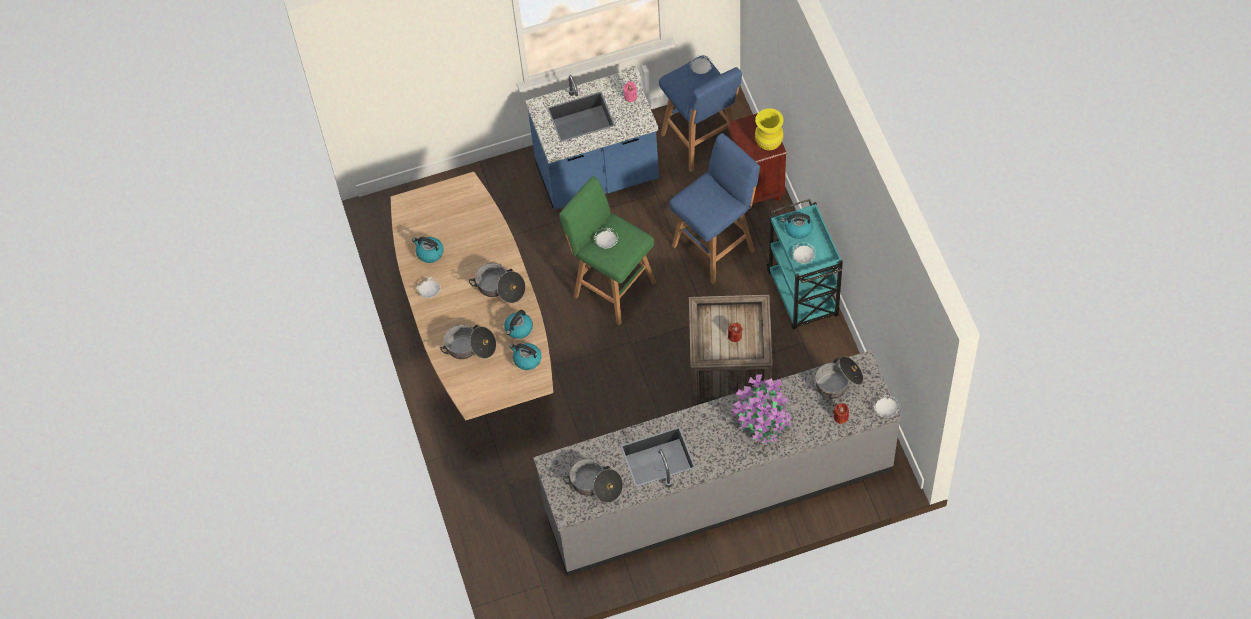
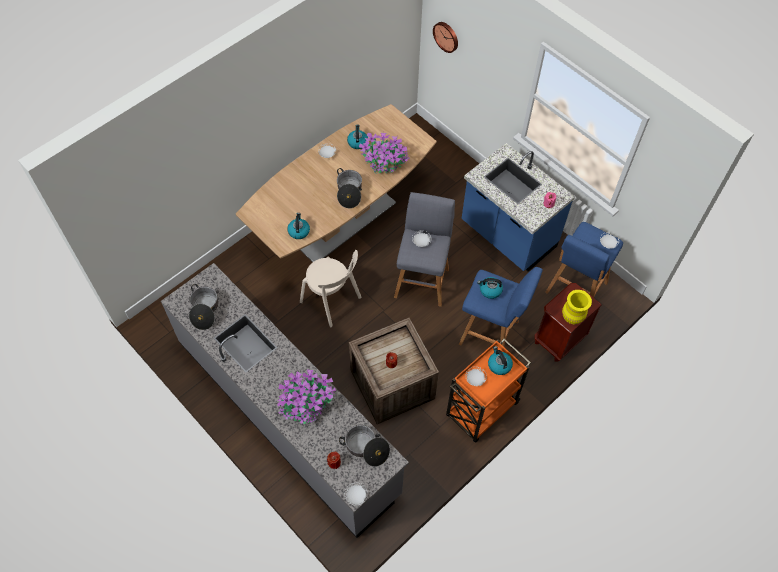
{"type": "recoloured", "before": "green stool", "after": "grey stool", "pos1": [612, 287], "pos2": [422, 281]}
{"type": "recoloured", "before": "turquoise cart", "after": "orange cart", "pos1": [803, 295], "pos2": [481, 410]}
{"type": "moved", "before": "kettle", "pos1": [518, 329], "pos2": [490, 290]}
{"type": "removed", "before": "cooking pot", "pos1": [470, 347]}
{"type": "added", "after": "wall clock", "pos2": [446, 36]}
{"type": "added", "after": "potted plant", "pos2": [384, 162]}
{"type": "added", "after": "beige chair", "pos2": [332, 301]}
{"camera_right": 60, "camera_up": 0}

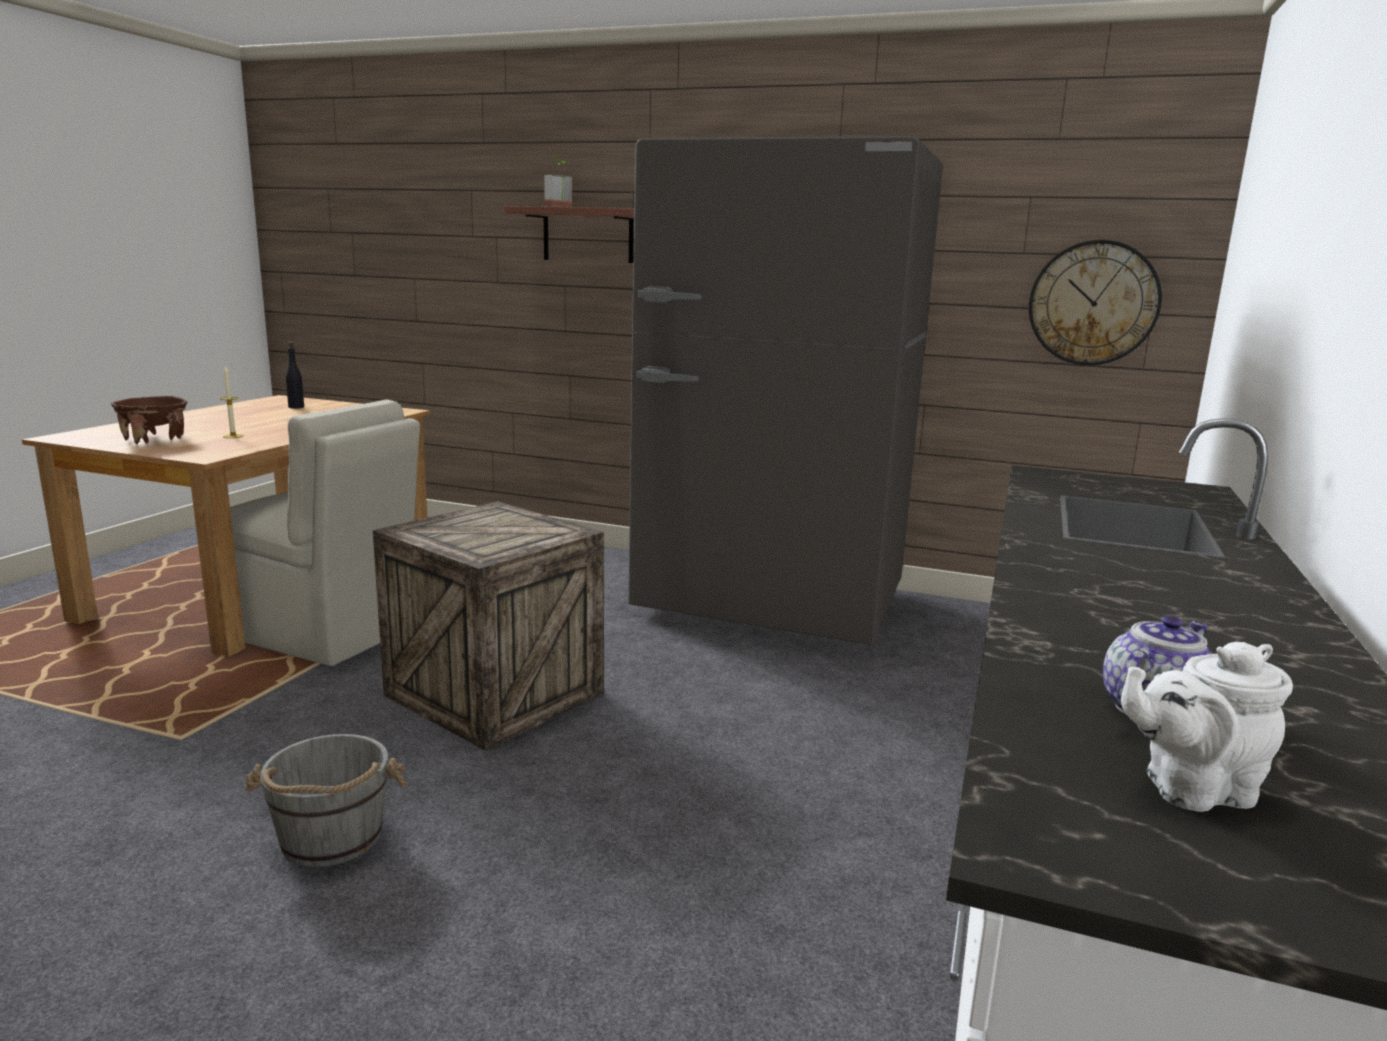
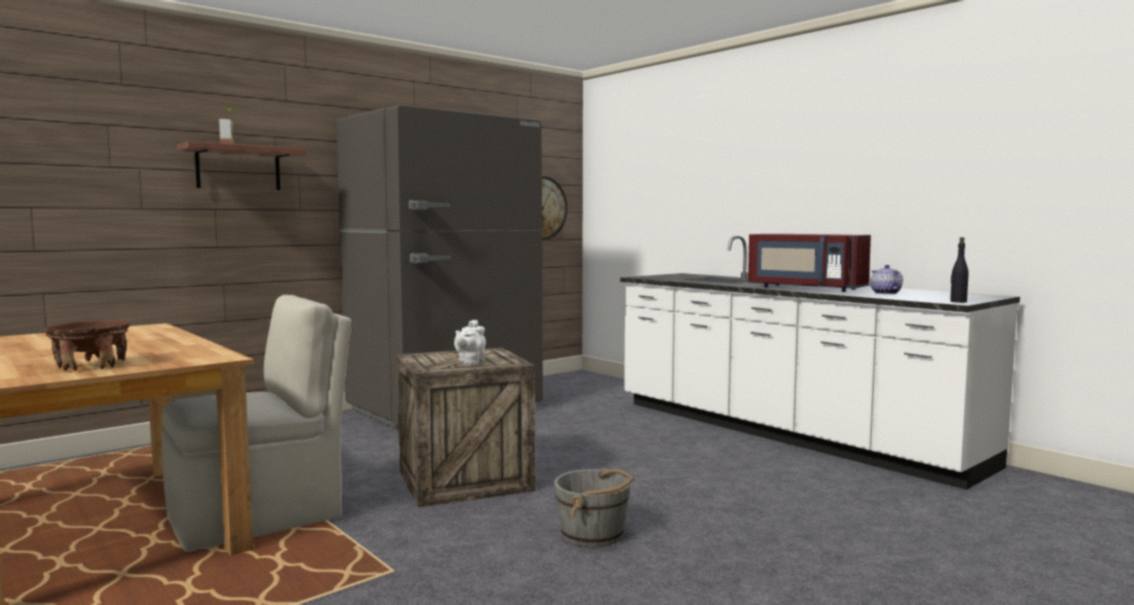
{"type": "moved", "before": "black bottle", "pos1": [296, 407], "pos2": [958, 301]}
{"type": "removed", "before": "candle", "pos1": [233, 436]}
{"type": "moved", "before": "white teapot", "pos1": [1190, 789], "pos2": [470, 362]}
{"type": "added", "after": "red microwave", "pos2": [805, 288]}
{"camera_right": -60, "camera_up": -10}

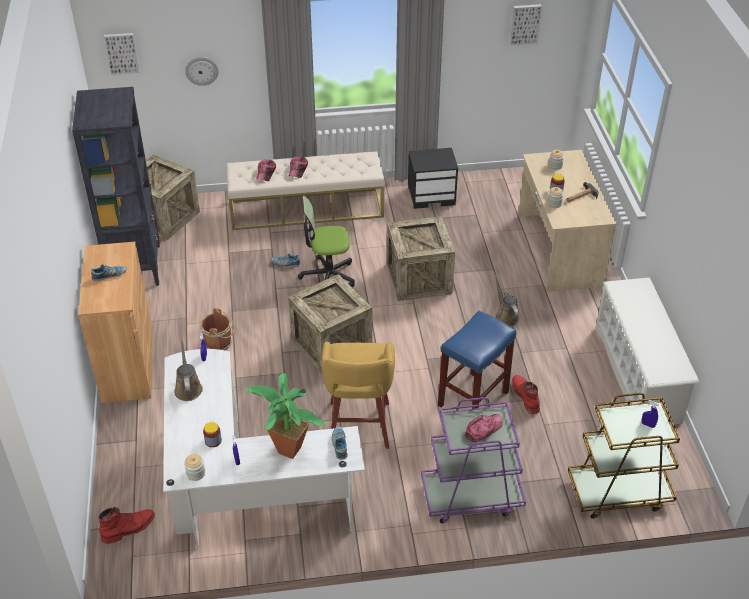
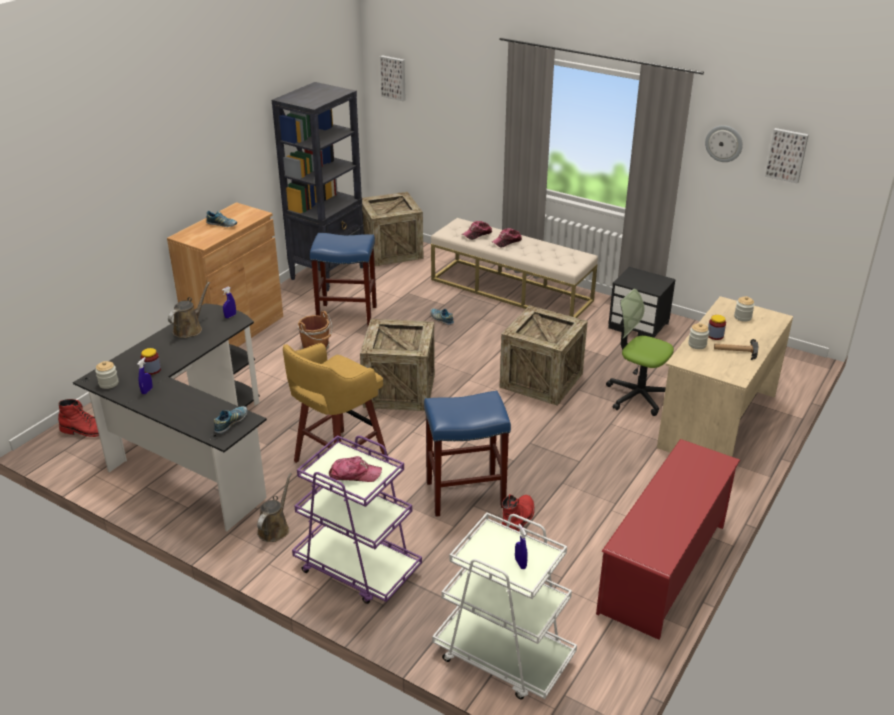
{"type": "moved", "before": "wall clock", "pos1": [201, 70], "pos2": [724, 143]}
{"type": "moved", "before": "office chair", "pos1": [328, 276], "pos2": [638, 396]}
{"type": "moved", "before": "brown watering can", "pos1": [505, 316], "pos2": [275, 528]}
{"type": "recoloured", "before": "white shoe rack", "after": "red shoe rack", "pos1": [637, 375], "pos2": [663, 568]}
{"type": "recoloured", "before": "white desk", "after": "black desk", "pos1": [241, 489], "pos2": [192, 451]}
{"type": "removed", "before": "potted plant", "pos1": [287, 447]}
{"type": "recoloured", "before": "brown cart", "after": "white cart", "pos1": [618, 492], "pos2": [503, 656]}
{"type": "added", "after": "blue stool", "pos2": [348, 315]}
{"camera_right": 40, "camera_up": -10}

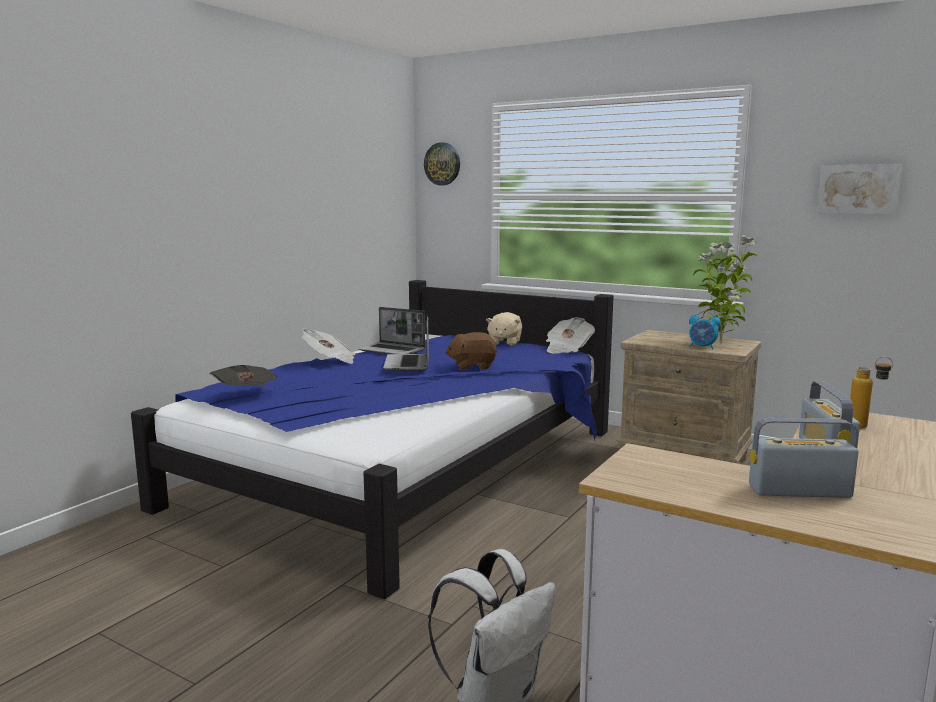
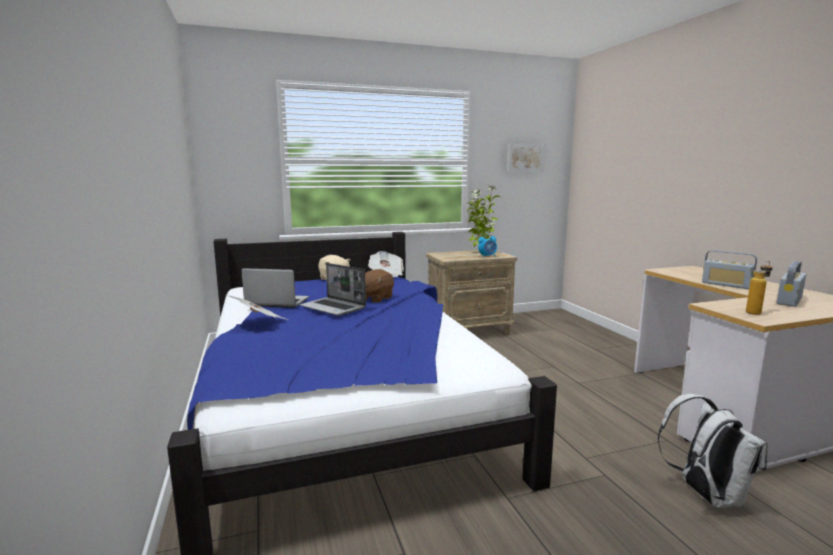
{"type": "removed", "before": "wall clock", "pos1": [442, 164]}
{"type": "turned", "before": "laptop", "pos1": [393, 350], "pos2": [276, 302], "turn": -150}
{"type": "moved", "before": "bottle", "pos1": [865, 427], "pos2": [756, 312]}
{"type": "removed", "before": "newspaper", "pos1": [246, 393]}
{"camera_right": -50, "camera_up": 0}

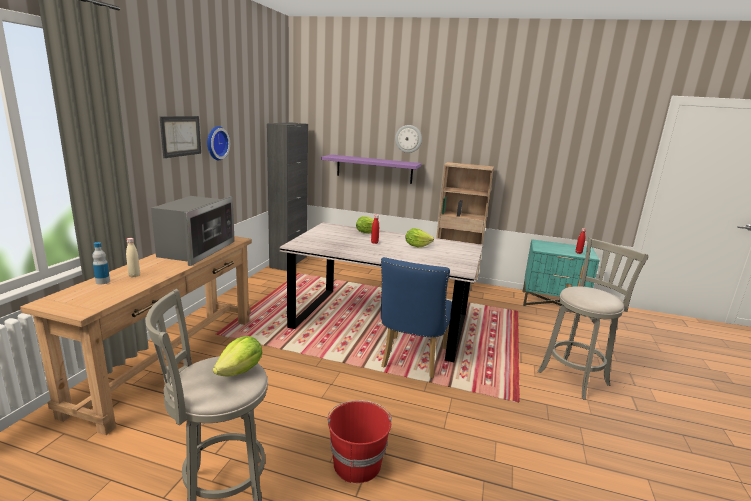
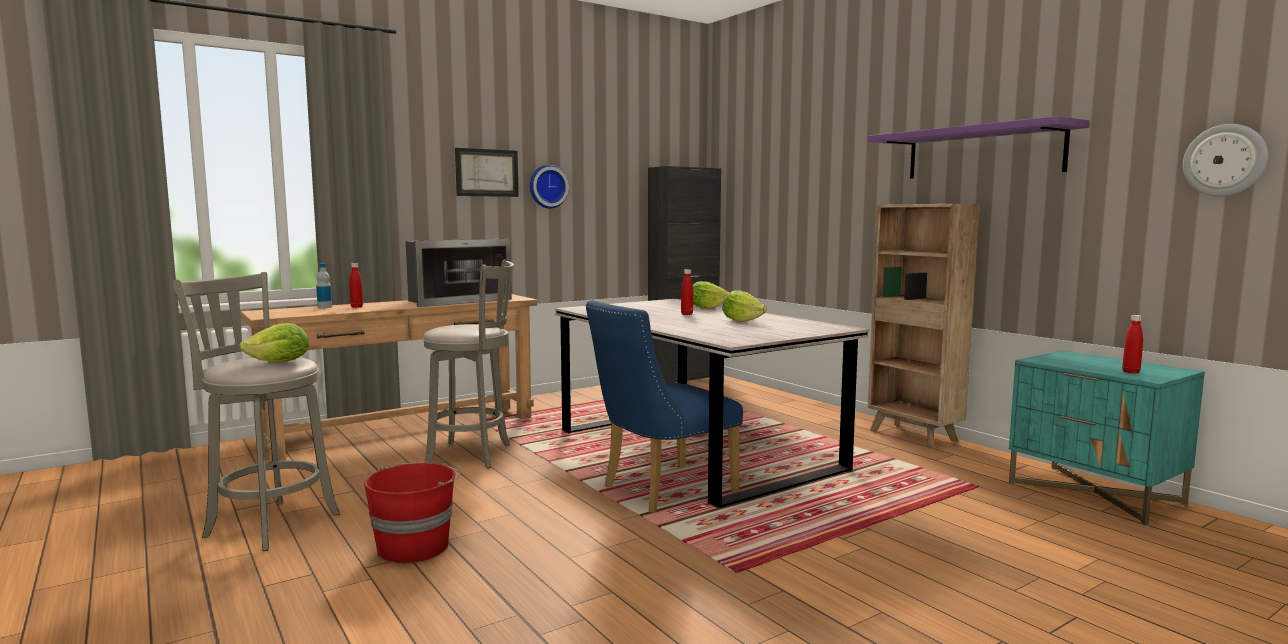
{"type": "moved", "before": "wall clock", "pos1": [408, 139], "pos2": [1224, 160]}
{"type": "moved", "before": "purple shelf", "pos1": [374, 169], "pos2": [983, 153]}
{"type": "recoloured", "before": "beige bottle", "after": "red bottle", "pos1": [134, 275], "pos2": [356, 307]}
{"type": "moved", "before": "grey stool", "pos1": [575, 377], "pos2": [473, 455]}
{"camera_right": 40, "camera_up": -10}

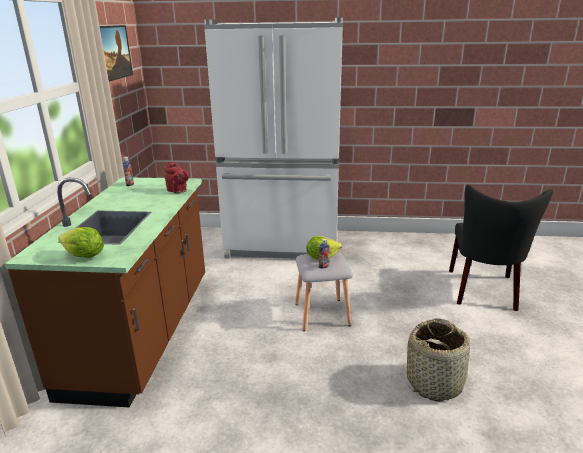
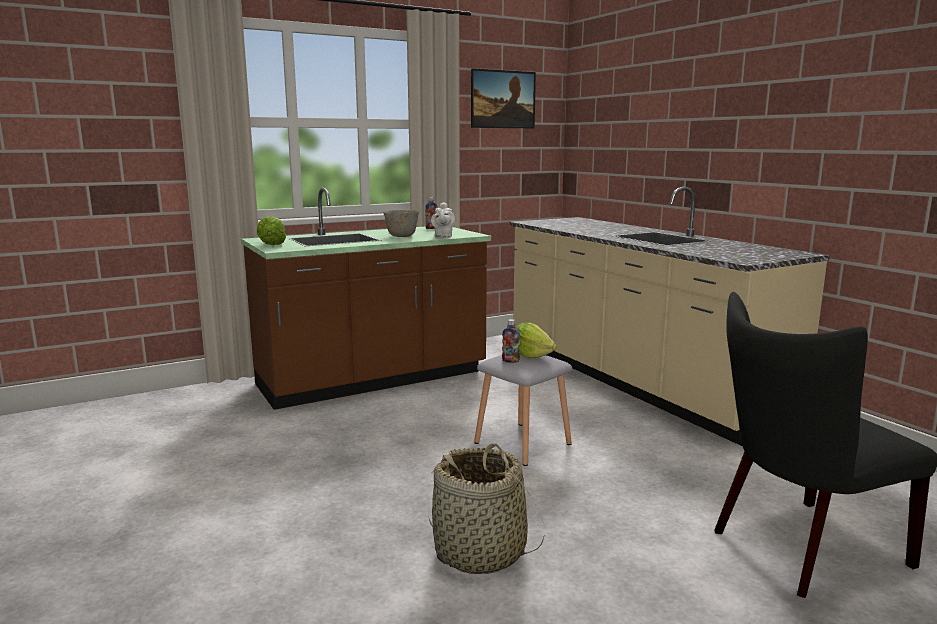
{"type": "replaced", "before": "white fridge", "after": "beige counter", "pos1": [283, 245], "pos2": [632, 381]}
{"type": "recoloured", "before": "red teapot", "after": "white teapot", "pos1": [178, 191], "pos2": [443, 237]}
{"type": "added", "after": "grey bowl", "pos2": [401, 236]}
{"camera_right": 55, "camera_up": -10}

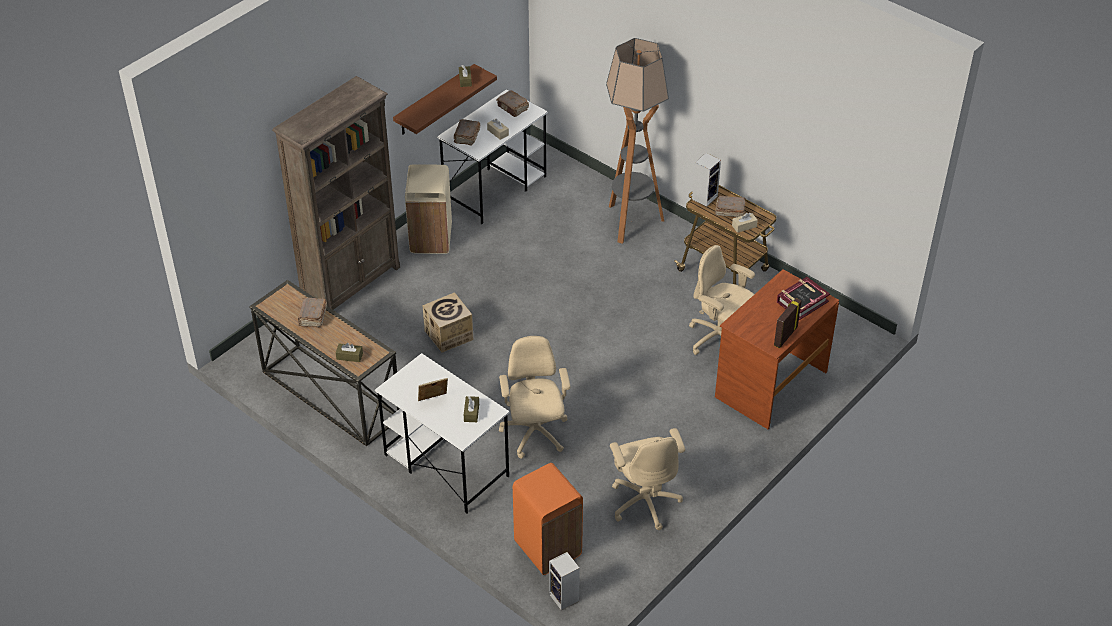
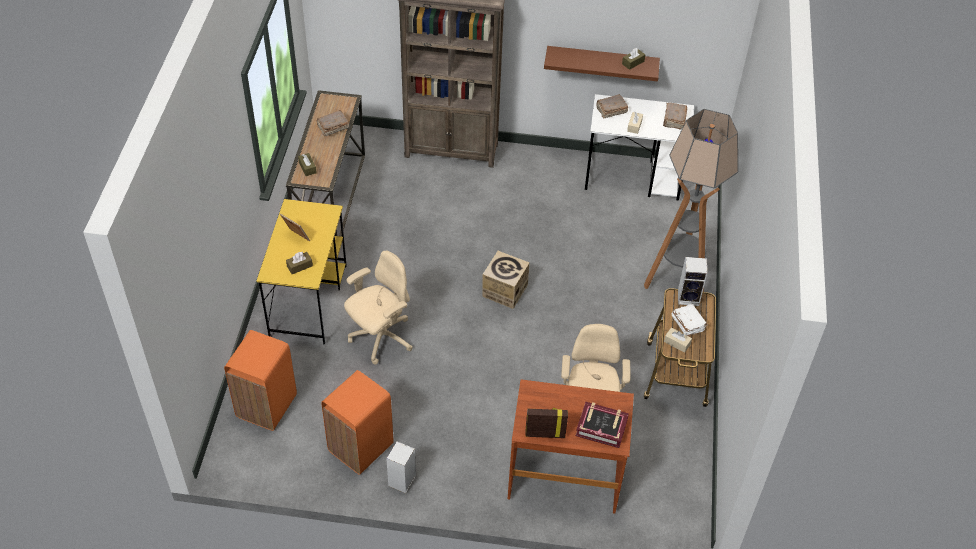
{"type": "removed", "before": "beige trash can", "pos1": [431, 239]}
{"type": "recoloured", "before": "brown book", "after": "white book", "pos1": [729, 211], "pos2": [688, 323]}
{"type": "moved", "before": "cardboard box", "pos1": [448, 335], "pos2": [504, 290]}
{"type": "recoloured", "before": "white desk", "after": "yellow desk", "pos1": [445, 465], "pos2": [308, 299]}
{"type": "replaced", "before": "beige office chair", "after": "orange trash can", "pos1": [645, 501], "pos2": [360, 447]}
{"type": "moved", "before": "speaker", "pos1": [565, 598], "pos2": [402, 482]}
{"camera_right": 55, "camera_up": 5}

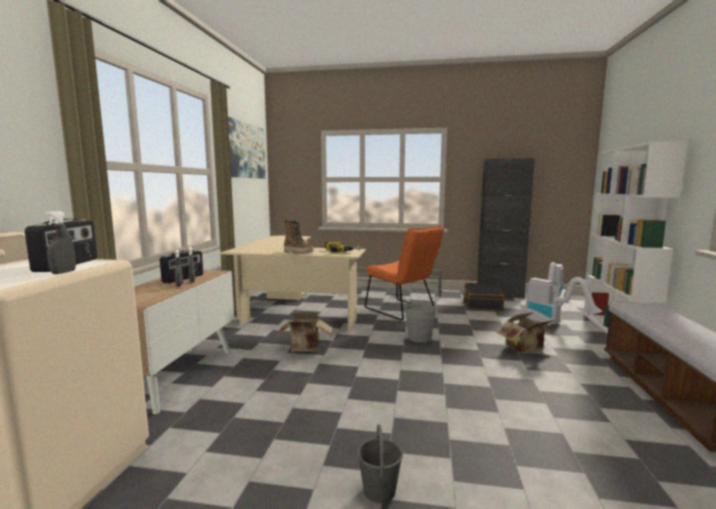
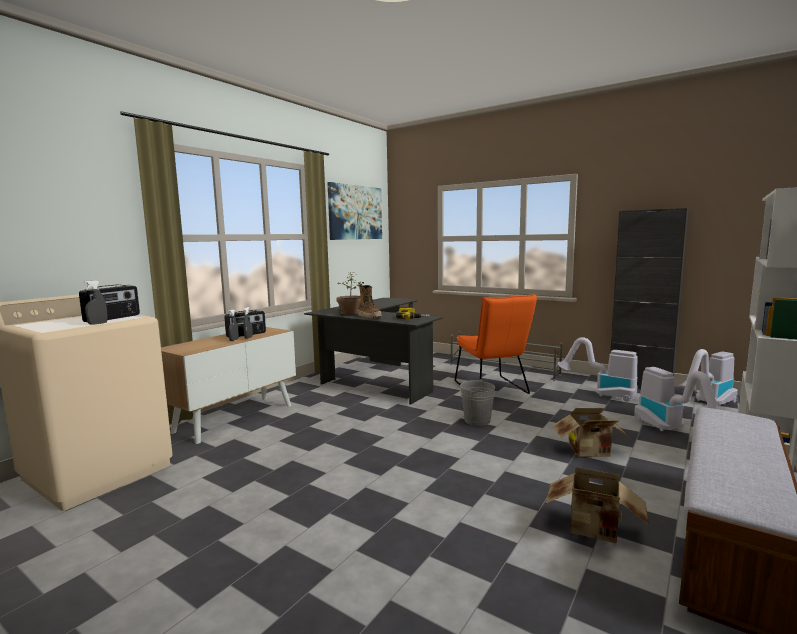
{"type": "recoloured", "before": "beige desk", "after": "black desk", "pos1": [289, 312], "pos2": [376, 376]}
{"type": "replaced", "before": "black suitcase", "after": "vacuum cleaner", "pos1": [482, 303], "pos2": [601, 393]}
{"type": "moved", "before": "cardboard box", "pos1": [305, 348], "pos2": [595, 531]}
{"type": "removed", "before": "grey bucket", "pos1": [379, 490]}
{"type": "added", "after": "potted plant", "pos2": [350, 312]}
{"camera_right": 25, "camera_up": 0}

